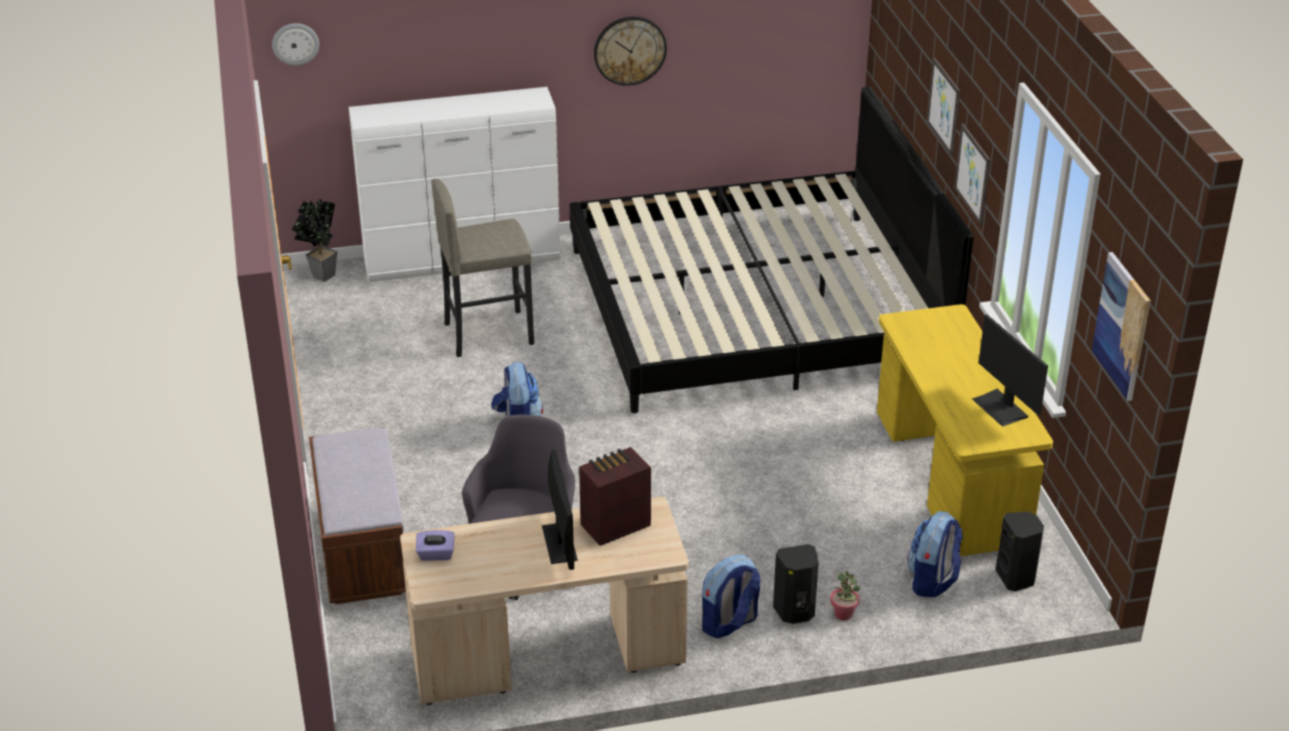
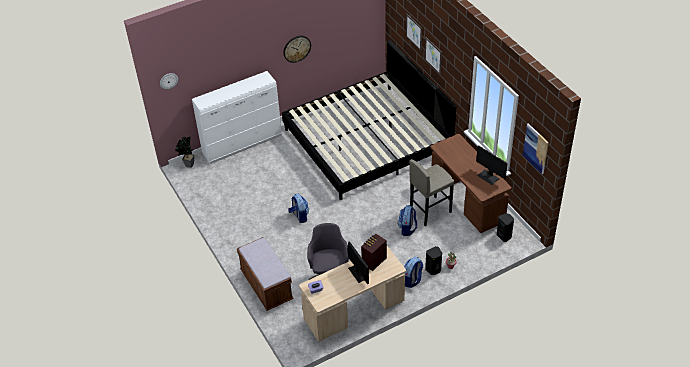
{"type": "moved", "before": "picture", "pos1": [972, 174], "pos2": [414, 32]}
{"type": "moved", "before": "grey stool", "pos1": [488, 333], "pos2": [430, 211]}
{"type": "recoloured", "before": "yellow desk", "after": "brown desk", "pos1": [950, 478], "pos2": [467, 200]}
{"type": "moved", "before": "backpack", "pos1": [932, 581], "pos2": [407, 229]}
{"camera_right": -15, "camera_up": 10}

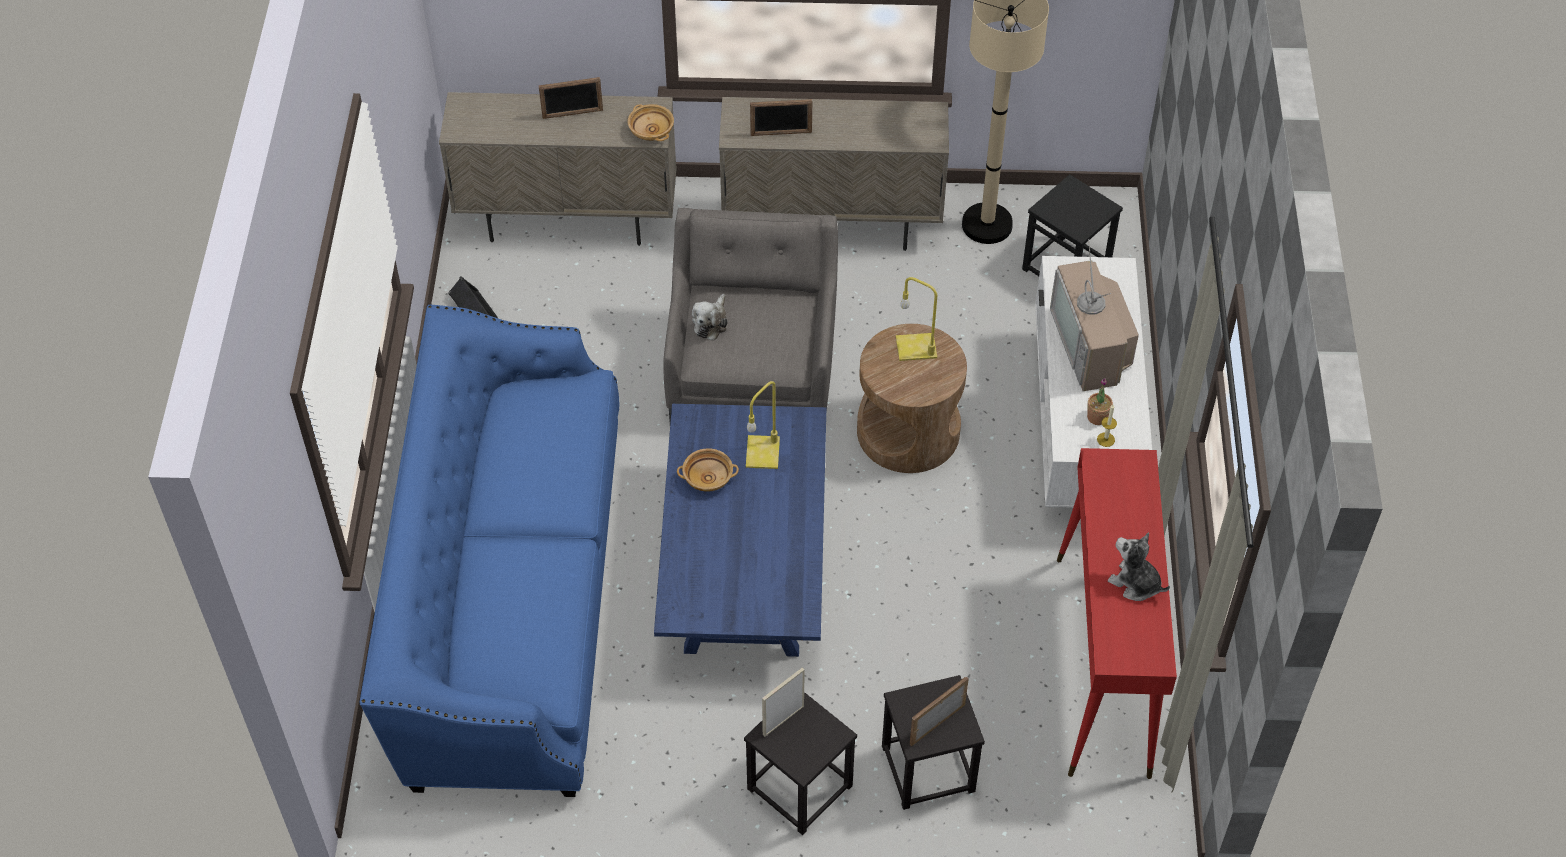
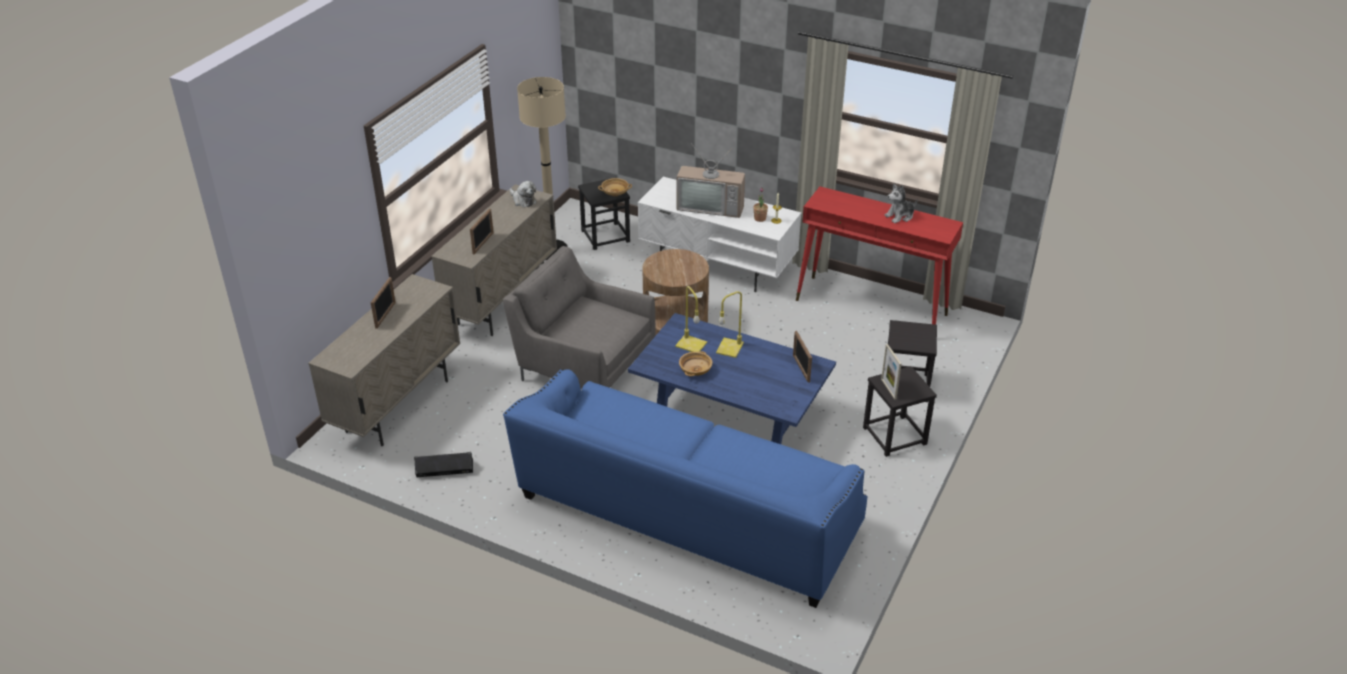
{"type": "moved", "before": "beige bowl", "pos1": [651, 131], "pos2": [615, 193]}
{"type": "moved", "before": "yellow table lamp", "pos1": [917, 347], "pos2": [729, 347]}
{"type": "moved", "before": "plush toy", "pos1": [711, 323], "pos2": [523, 200]}
{"type": "moved", "before": "picture frame", "pos1": [937, 724], "pos2": [801, 368]}
{"camera_right": -65, "camera_up": -15}

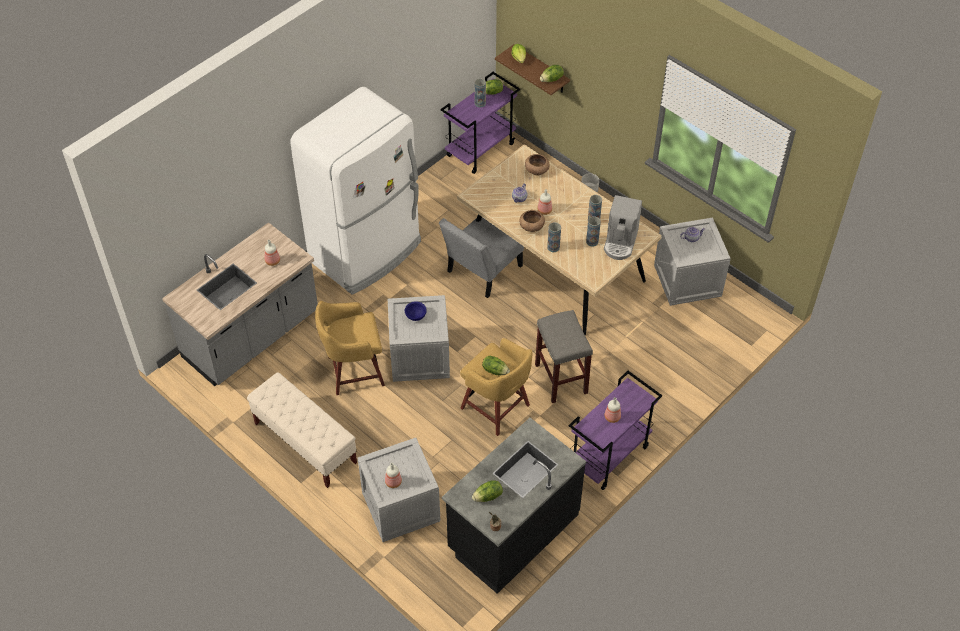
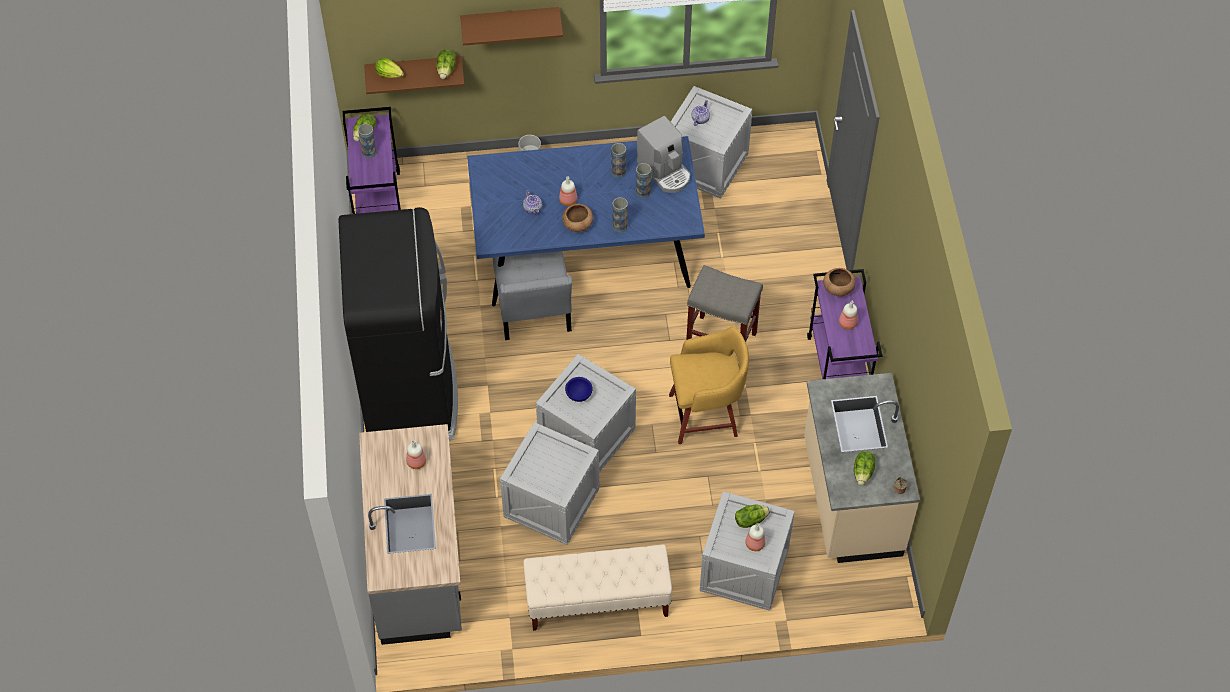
{"type": "recoloured", "before": "white fridge", "after": "black fridge", "pos1": [367, 252], "pos2": [410, 390]}
{"type": "recoloured", "before": "beige dining table", "after": "blue dining table", "pos1": [555, 265], "pos2": [586, 249]}
{"type": "moved", "before": "brown bowl", "pos1": [536, 170], "pos2": [838, 288]}
{"type": "replaced", "before": "yellow stool", "after": "crate", "pos1": [353, 371], "pos2": [550, 502]}
{"type": "moved", "before": "lettuce", "pos1": [495, 370], "pos2": [750, 520]}
{"type": "recoloured", "before": "black counter", "after": "beige counter", "pos1": [512, 531], "pos2": [850, 498]}
{"type": "added", "after": "brown shelf", "pos2": [510, 21]}
{"camera_right": -50, "camera_up": 5}

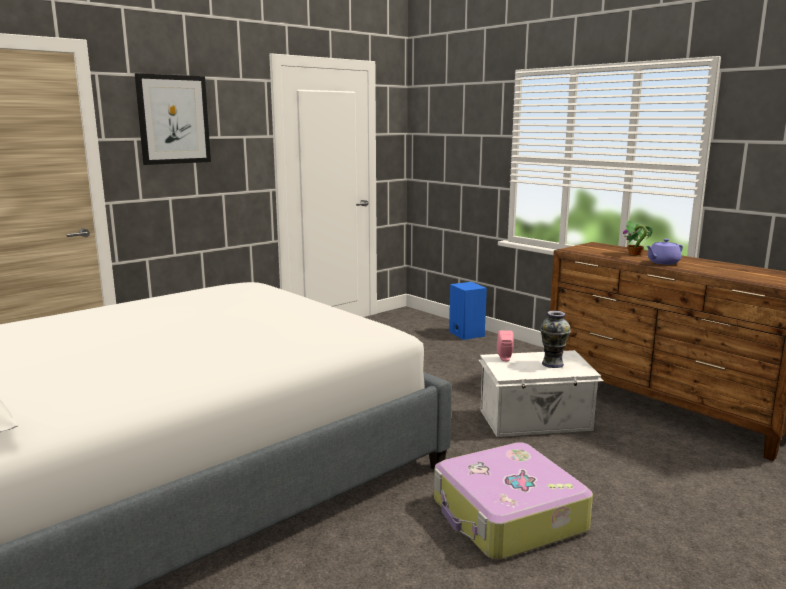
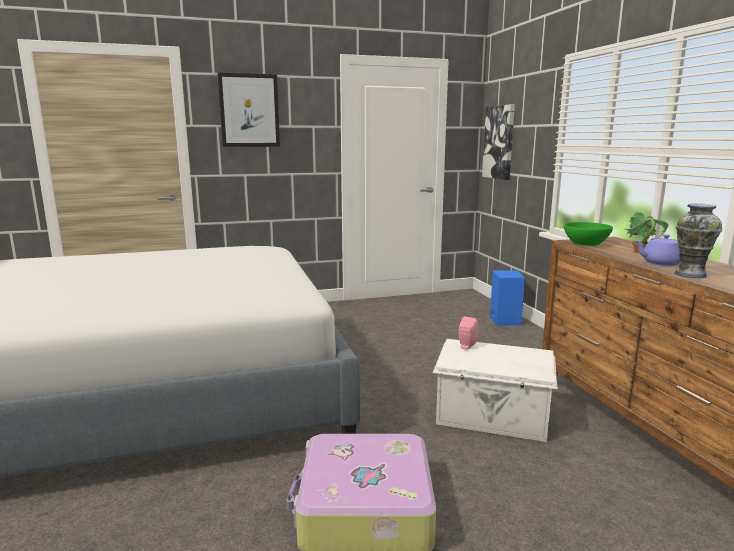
{"type": "moved", "before": "vase", "pos1": [552, 364], "pos2": [689, 274]}
{"type": "added", "after": "picture", "pos2": [499, 142]}
{"type": "added", "after": "green bowl", "pos2": [585, 243]}
{"camera_right": 25, "camera_up": 0}

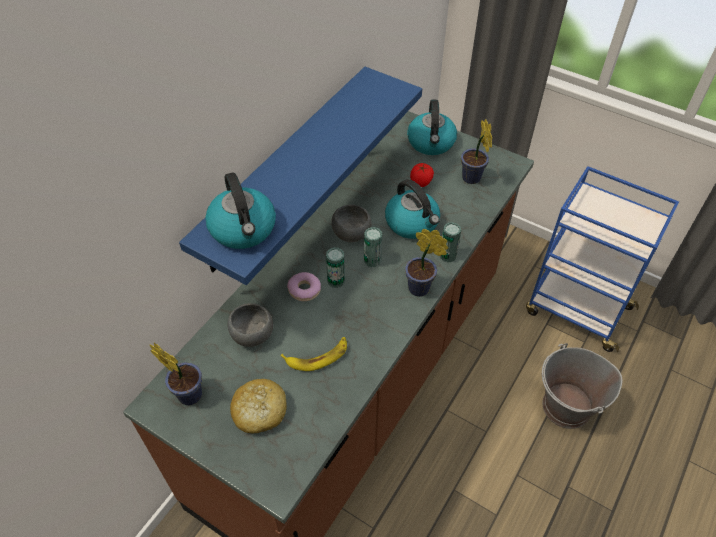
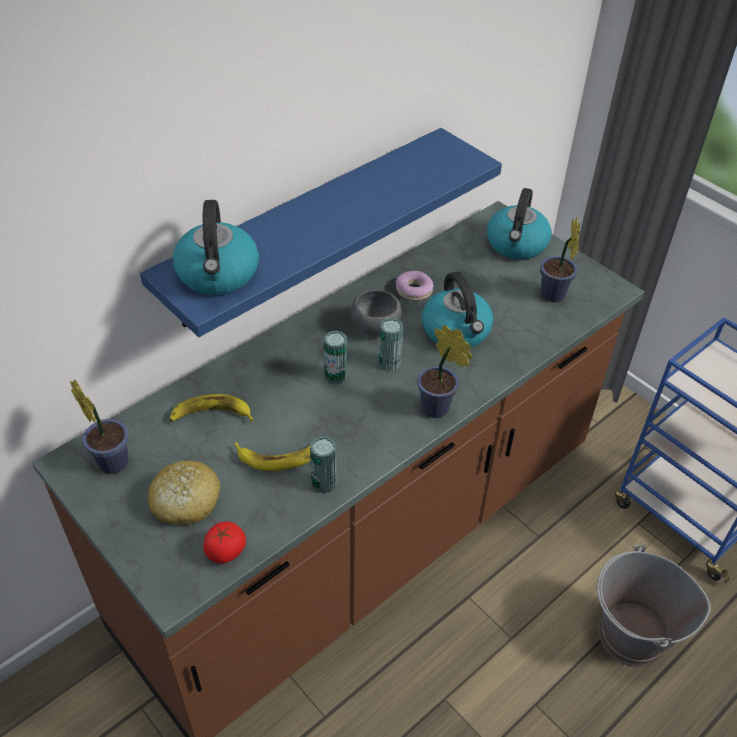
{"type": "moved", "before": "tomato", "pos1": [421, 182], "pos2": [226, 551]}
{"type": "moved", "before": "can", "pos1": [447, 255], "pos2": [324, 483]}
{"type": "moved", "before": "donut", "pos1": [304, 290], "pos2": [414, 290]}
{"type": "replaced", "before": "grey bowl", "after": "banana", "pos1": [252, 335], "pos2": [211, 415]}
{"camera_right": 15, "camera_up": -5}

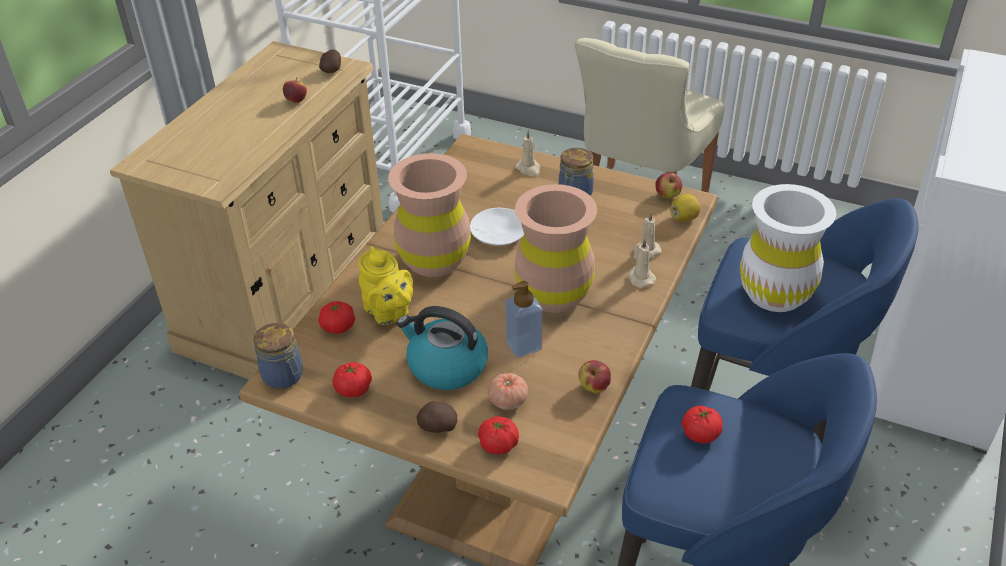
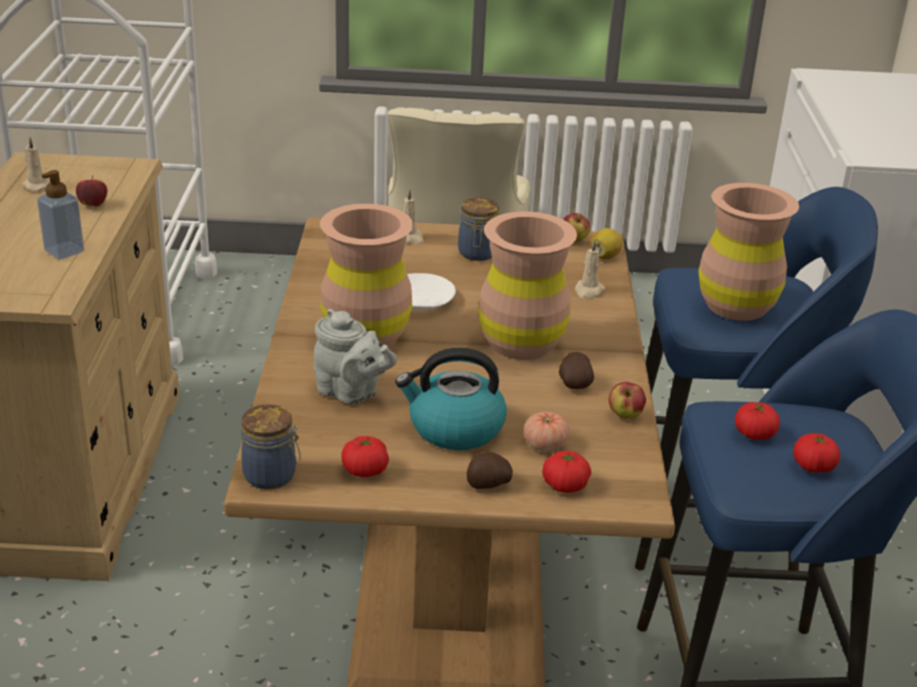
{"type": "moved", "before": "potato", "pos1": [332, 70], "pos2": [574, 383]}
{"type": "recoloured", "before": "white vase", "after": "brown vase", "pos1": [775, 293], "pos2": [736, 305]}
{"type": "moved", "before": "beige candle", "pos1": [640, 278], "pos2": [36, 185]}
{"type": "recoloured", "before": "yellow teapot", "after": "grey teapot", "pos1": [388, 313], "pos2": [351, 393]}
{"type": "moved", "before": "soap dispenser", "pos1": [523, 345], "pos2": [64, 251]}
{"type": "moved", "before": "tomato", "pos1": [338, 327], "pos2": [813, 466]}
{"camera_right": -25, "camera_up": -10}

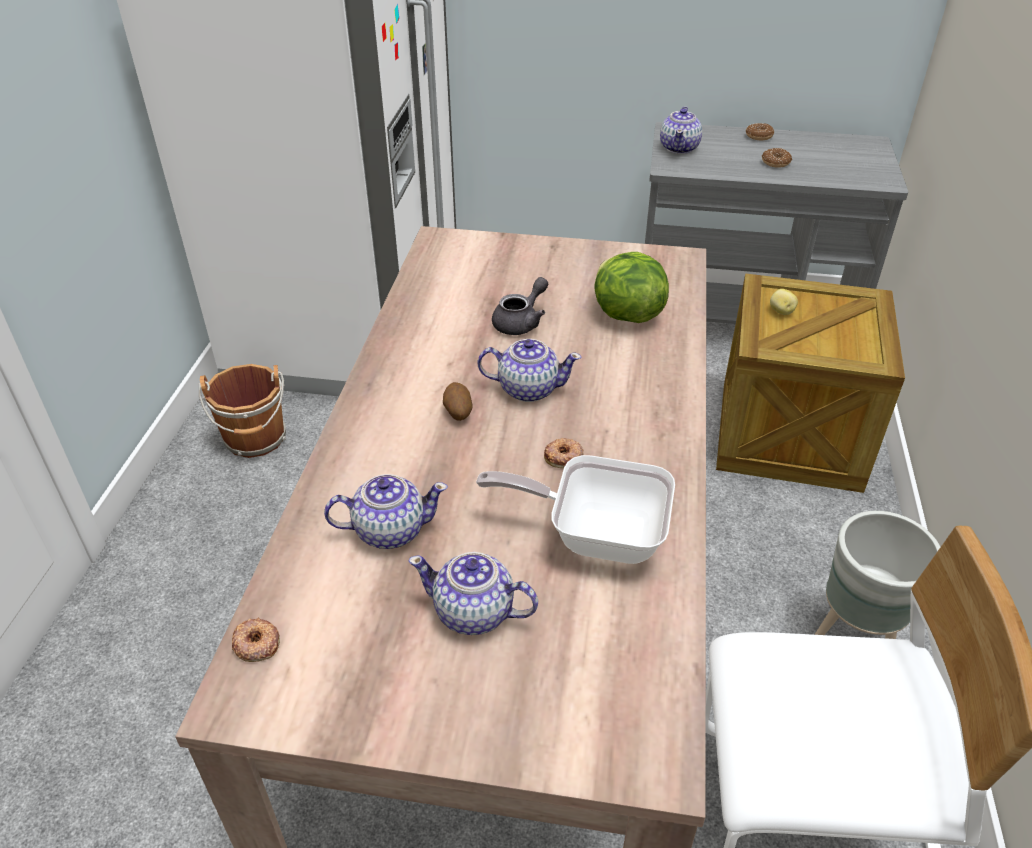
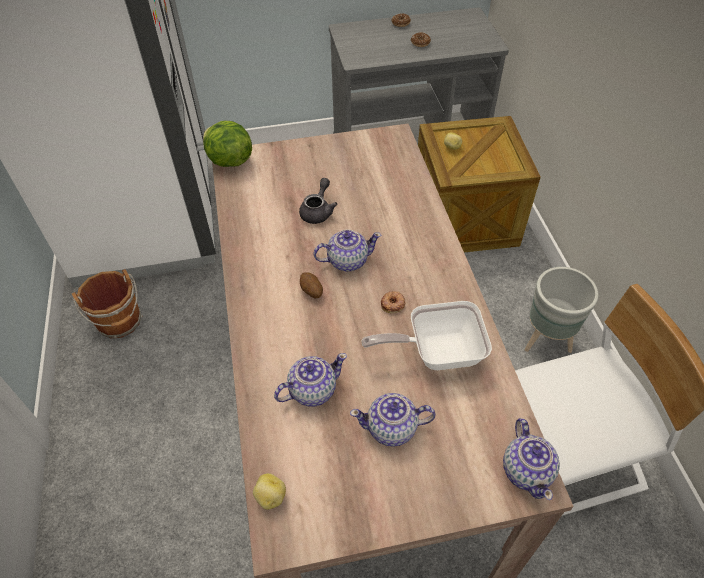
{"type": "moved", "before": "teapot", "pos1": [679, 148], "pos2": [527, 470]}
{"type": "moved", "before": "lettuce", "pos1": [626, 314], "pos2": [229, 161]}
{"type": "replaced", "before": "donut", "after": "potato", "pos1": [256, 644], "pos2": [270, 497]}
{"camera_right": -20, "camera_up": 10}

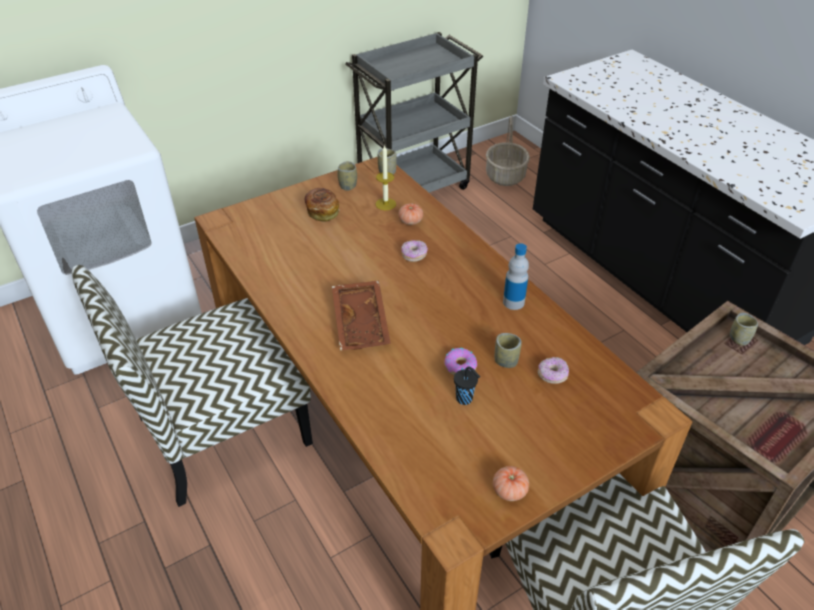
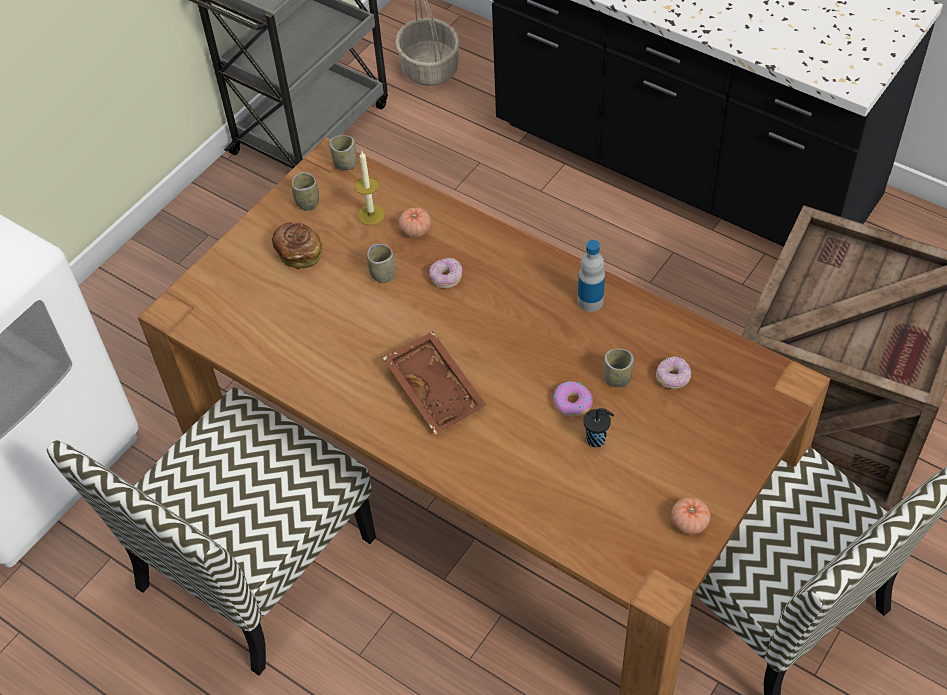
{"type": "moved", "before": "cup", "pos1": [739, 339], "pos2": [383, 274]}
{"camera_right": -20, "camera_up": 10}

